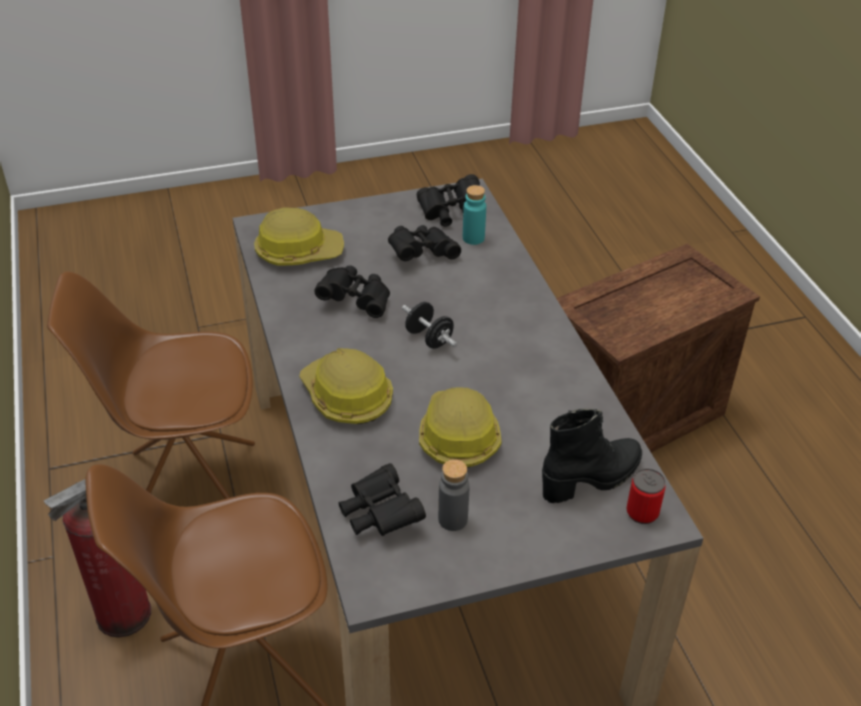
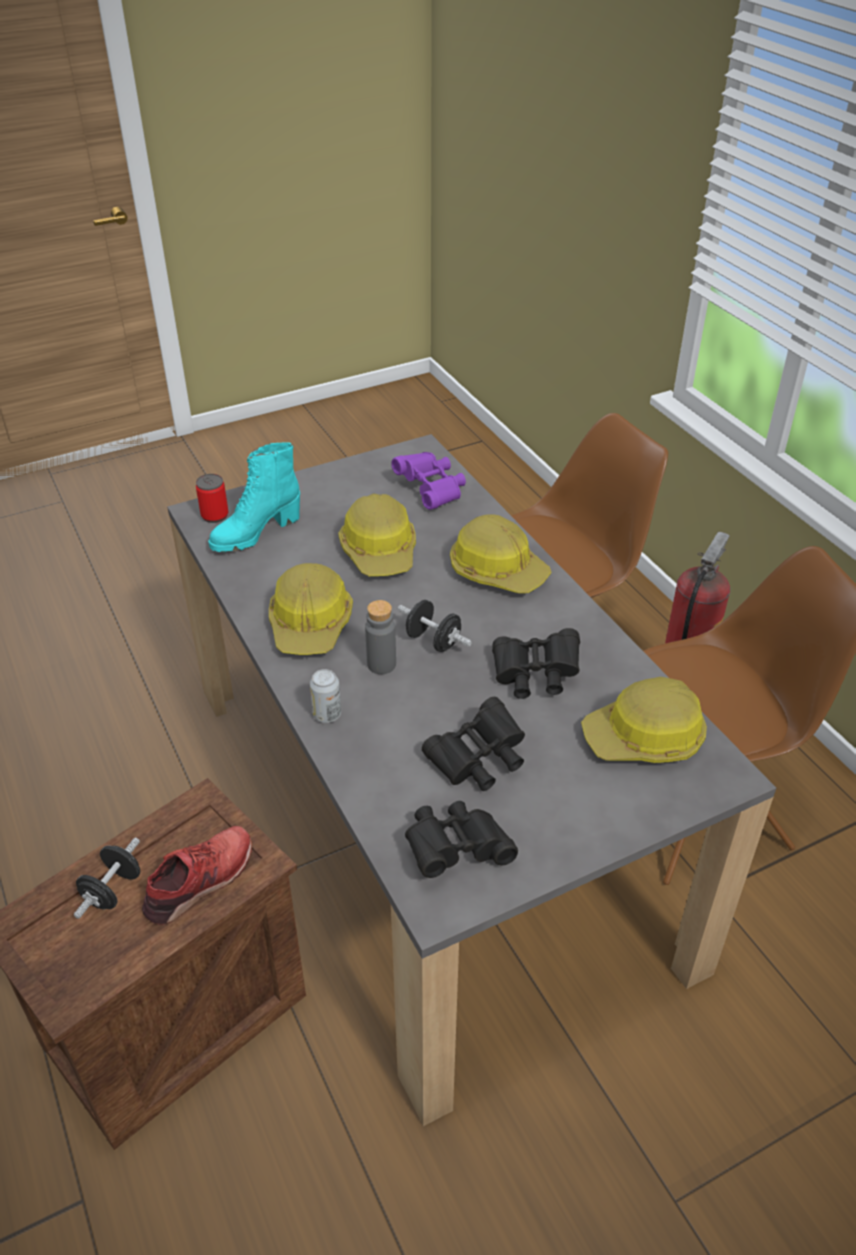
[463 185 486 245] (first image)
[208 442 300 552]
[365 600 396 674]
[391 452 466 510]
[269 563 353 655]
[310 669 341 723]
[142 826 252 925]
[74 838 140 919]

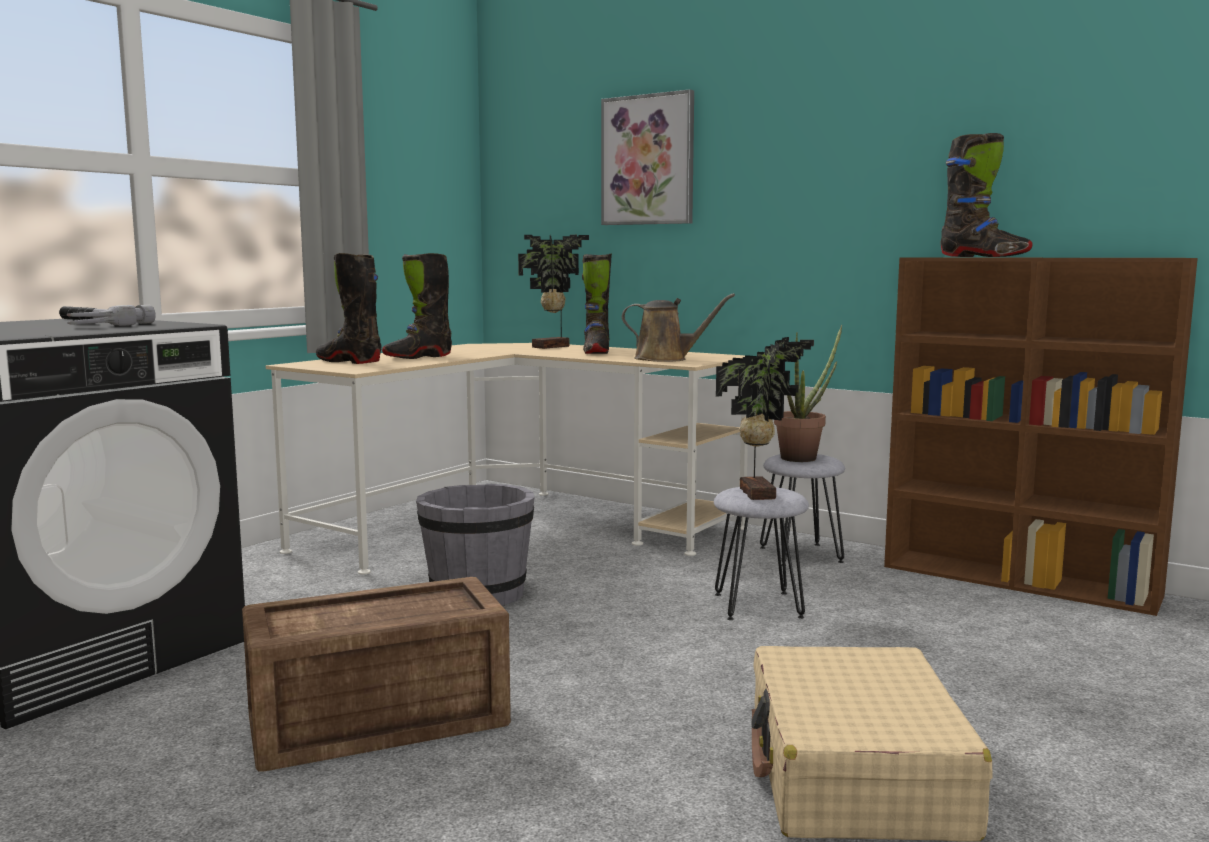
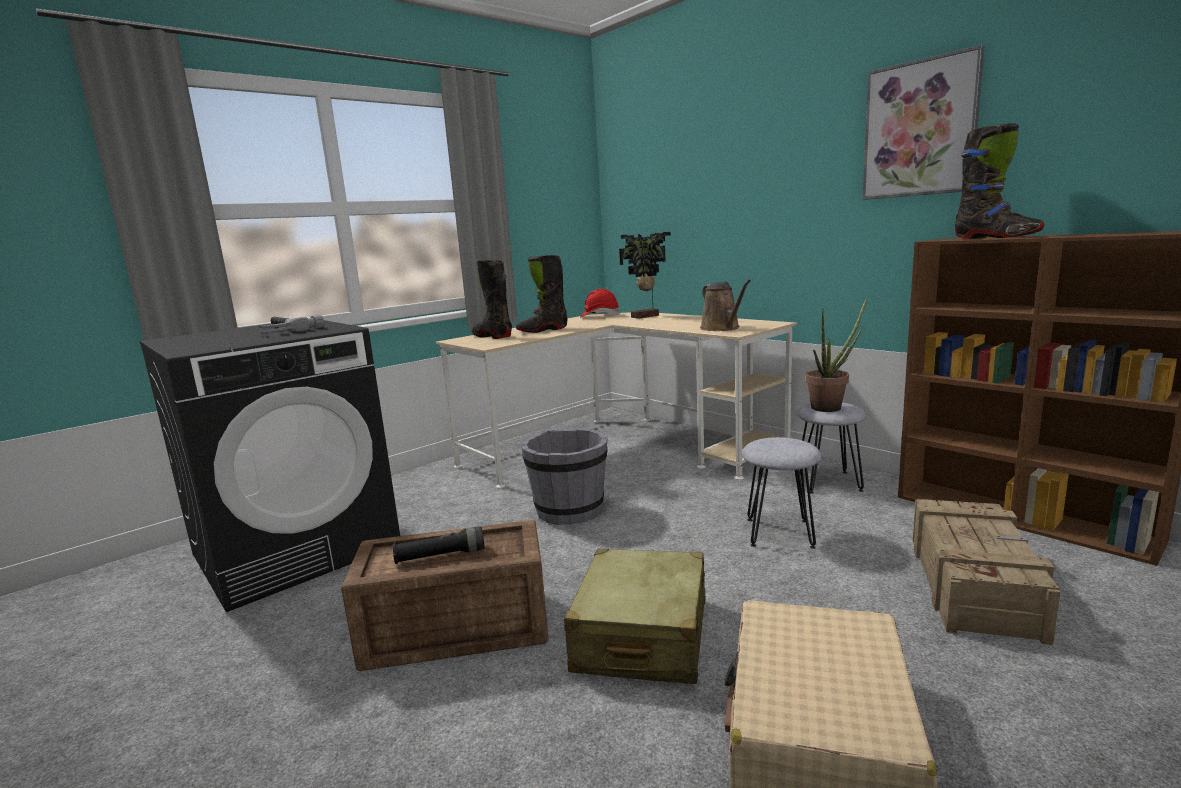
[862 45 985 200]
[582 253 612 354] (first image)
[700 280 751 331]
[716 337 814 500] (first image)
[580 289 620 318]
[912 499 1060 645]
[393 526 485 564]
[564 548 706 684]

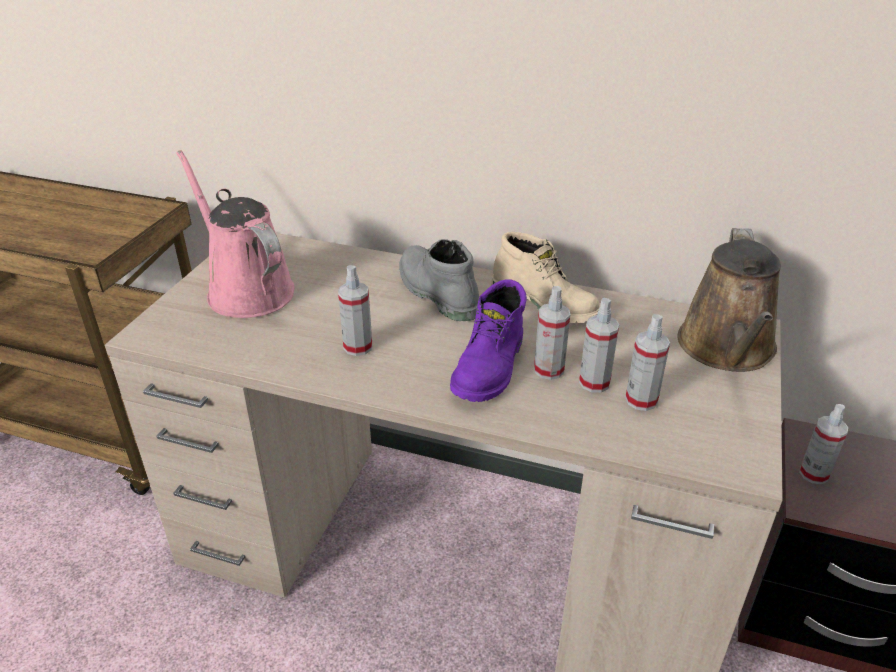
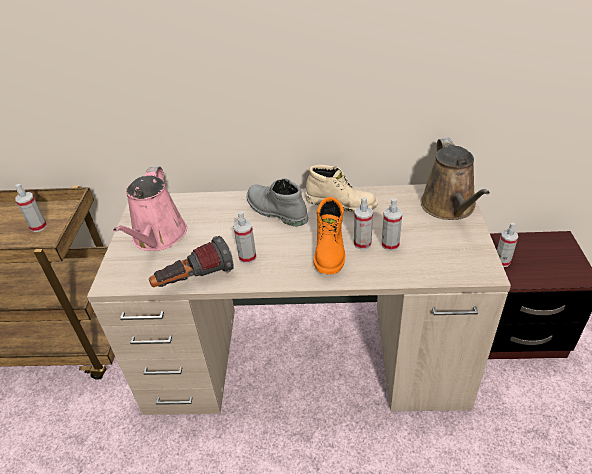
[113 166 187 251]
[313 197 345 274]
[15 184 47 232]
[149 236 234 287]

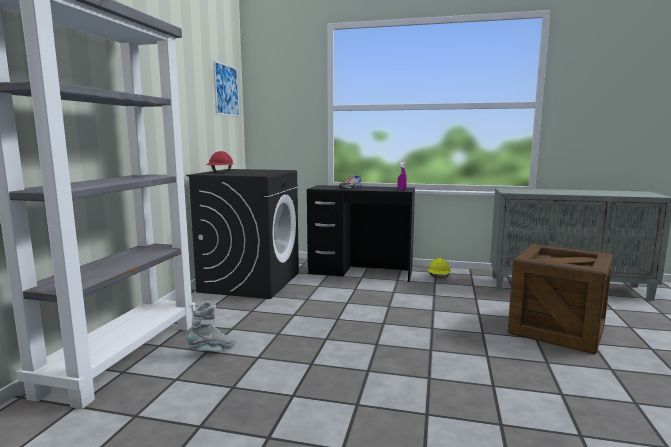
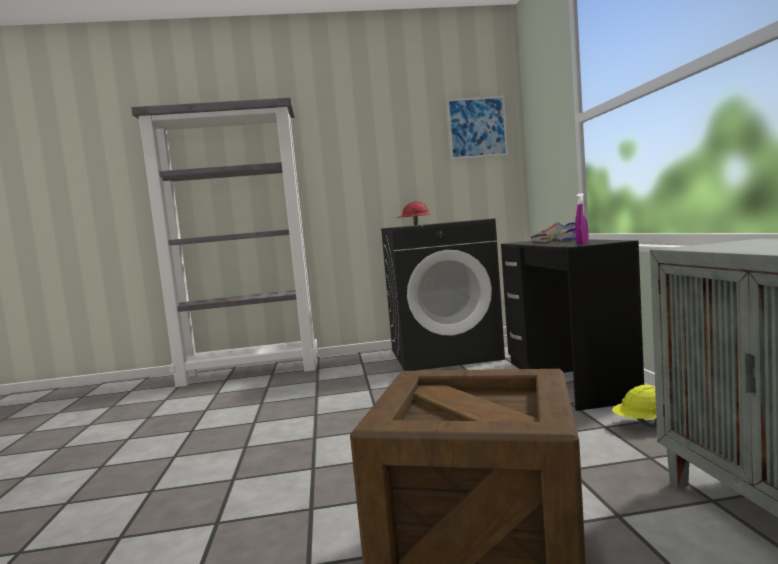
[187 301 237 351] (first image)

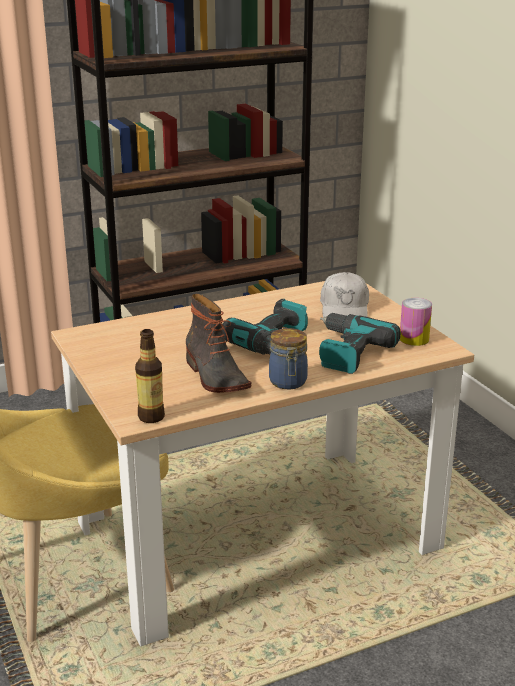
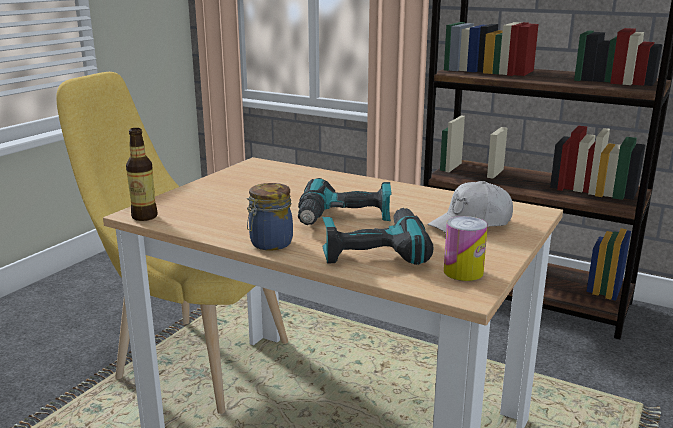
[186 294 251 393] (first image)

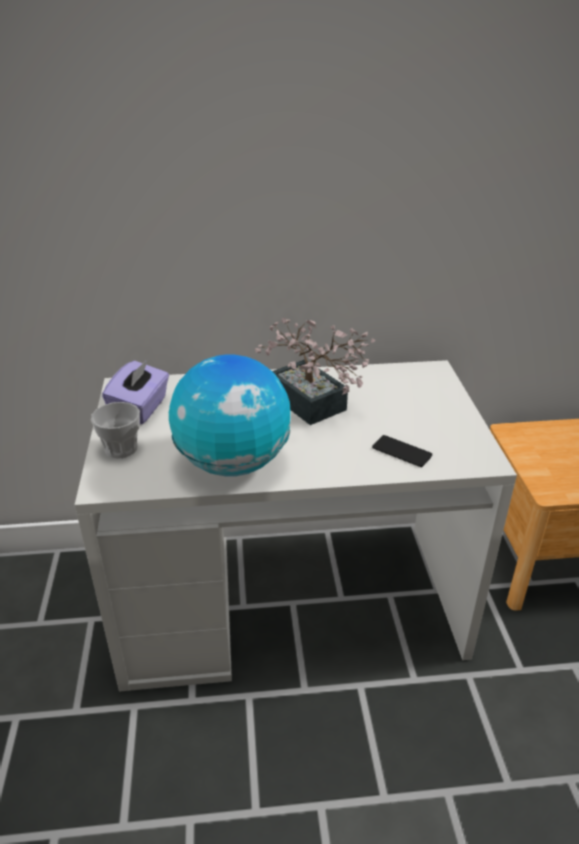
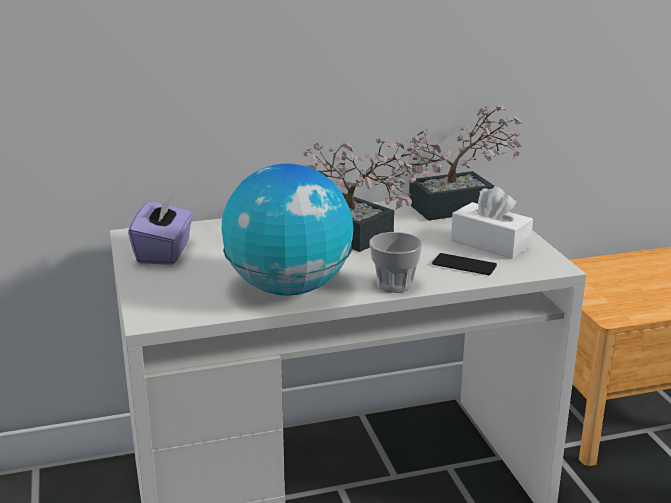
[370 232 423 293]
[398 105 522 221]
[451 186 533 259]

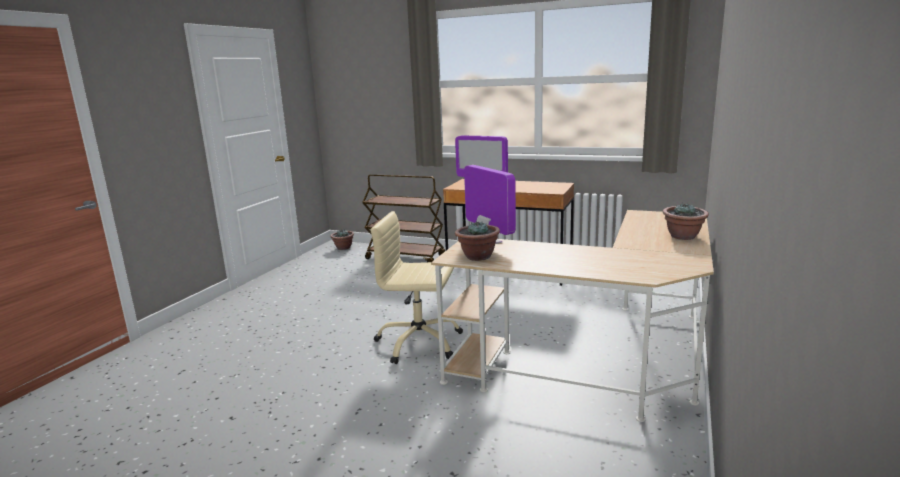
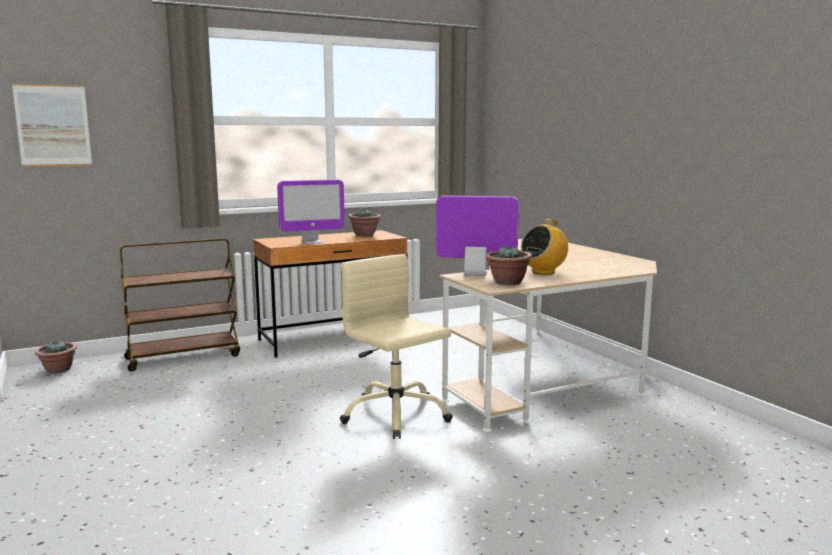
[348 209 381 236]
[340 254 453 439]
[12 83 92 167]
[521 219 568 275]

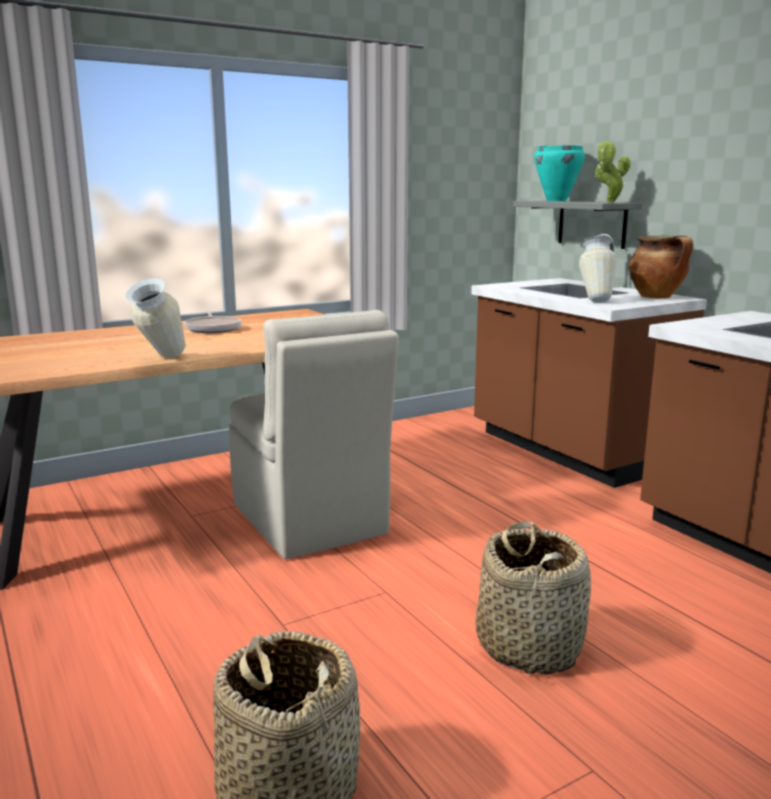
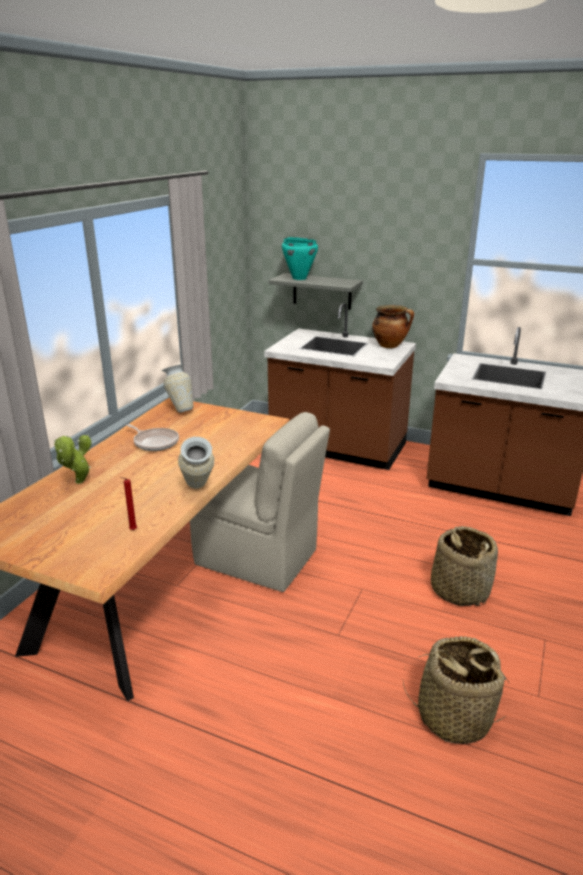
[54 434 92 484]
[162 364 193 413]
[120 477 137 530]

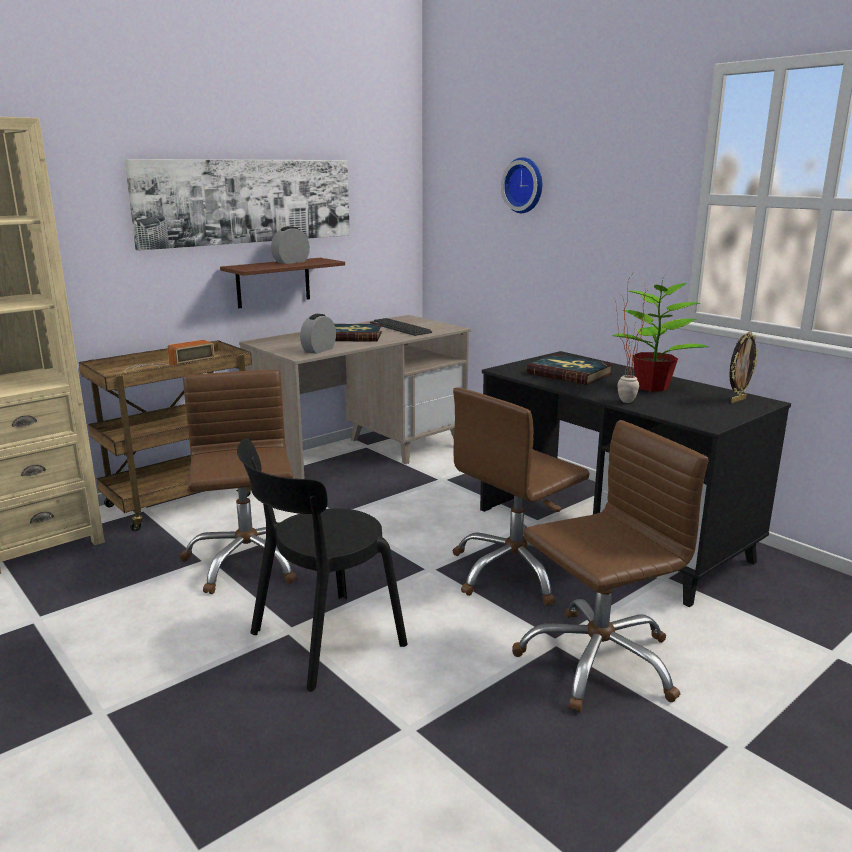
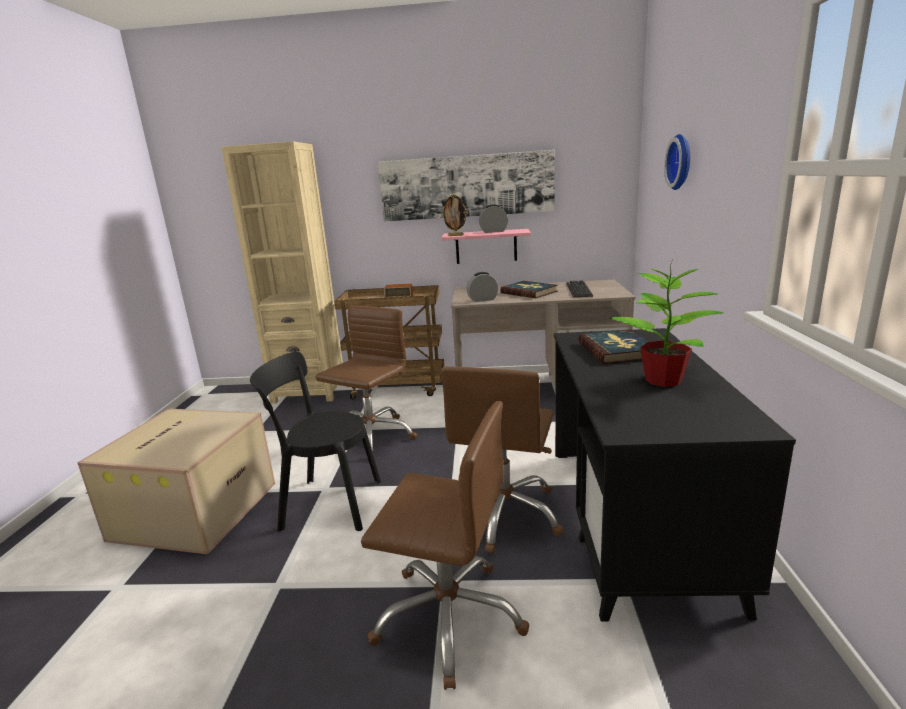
[441 229 531 264]
[614 276 648 403] (first image)
[441 193 468 236]
[441 367 564 554]
[77 409 275 554]

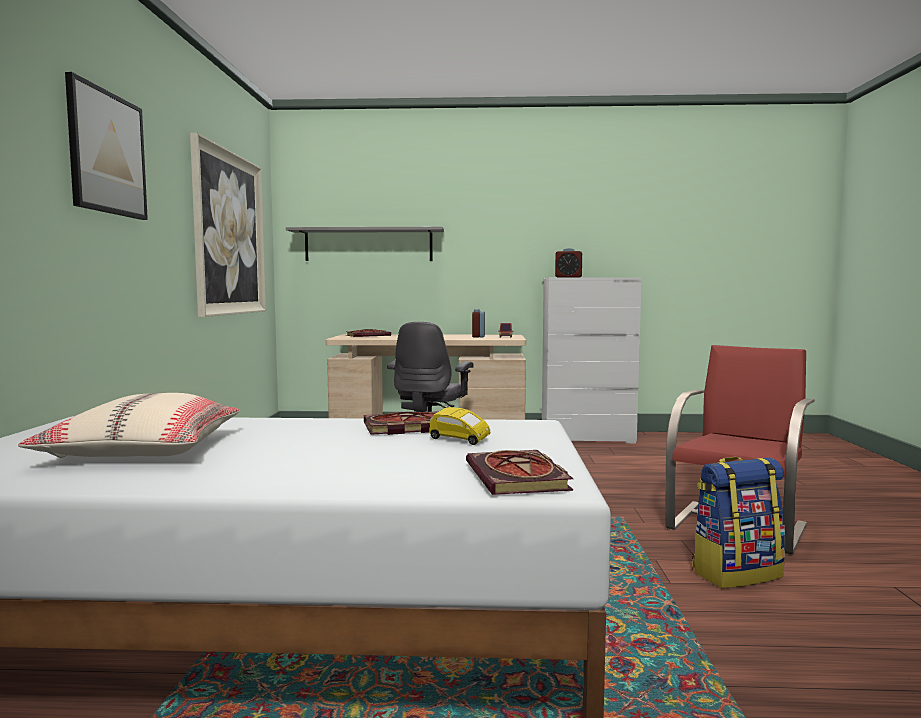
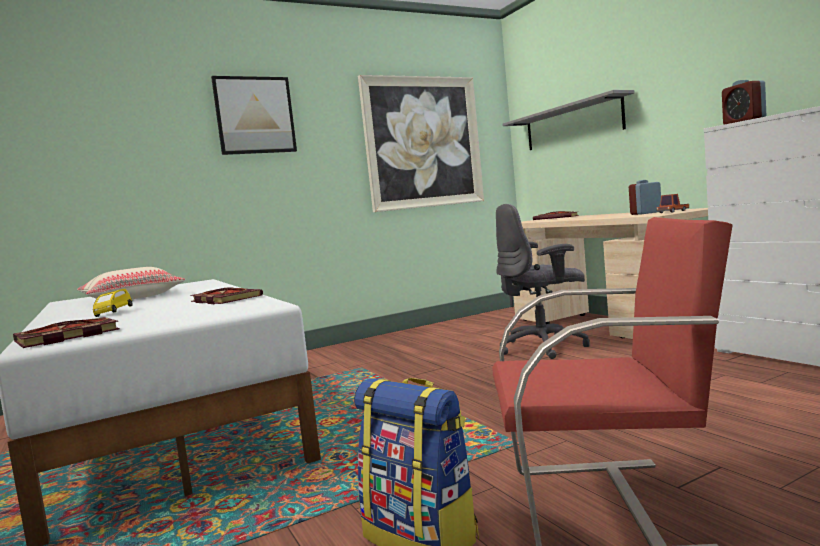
[93 289 133 317]

